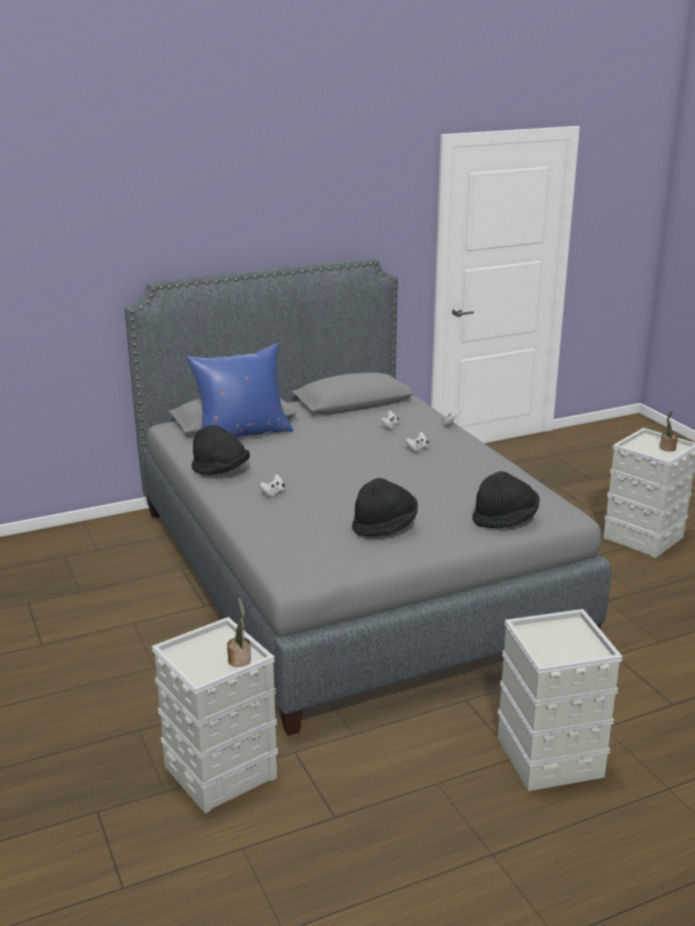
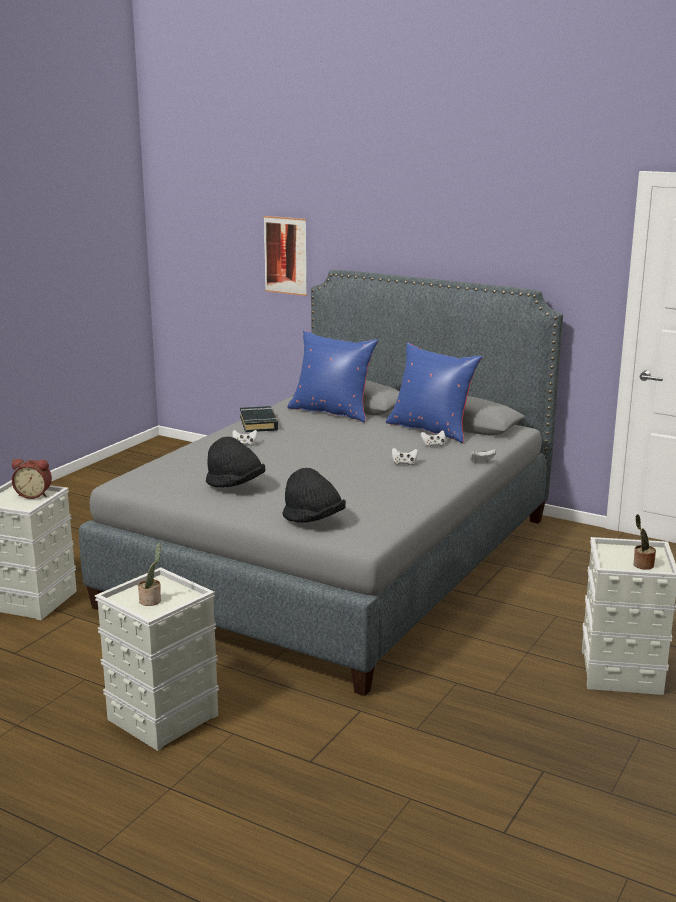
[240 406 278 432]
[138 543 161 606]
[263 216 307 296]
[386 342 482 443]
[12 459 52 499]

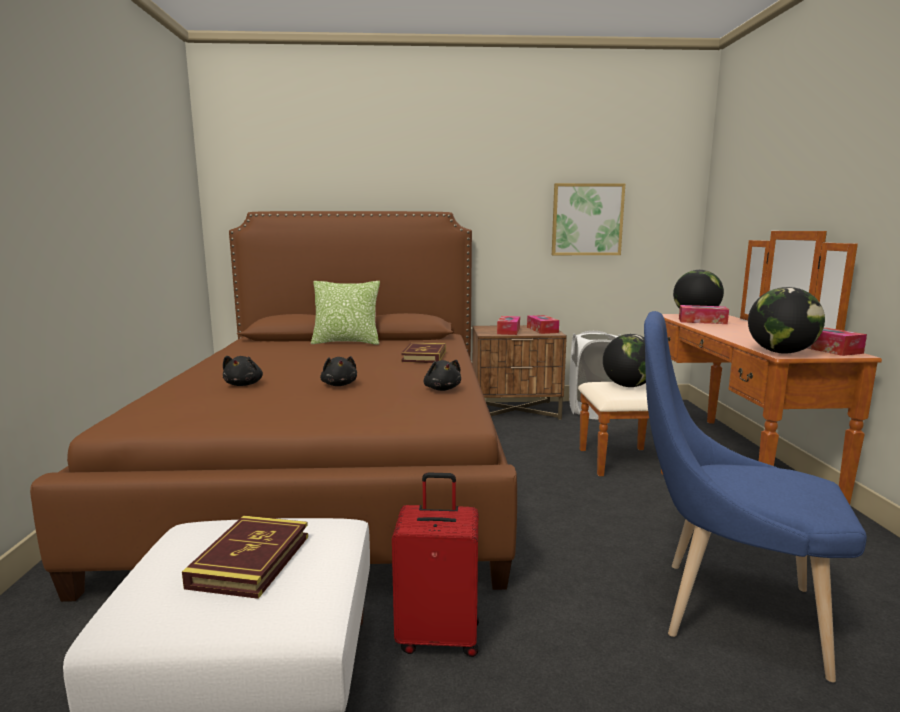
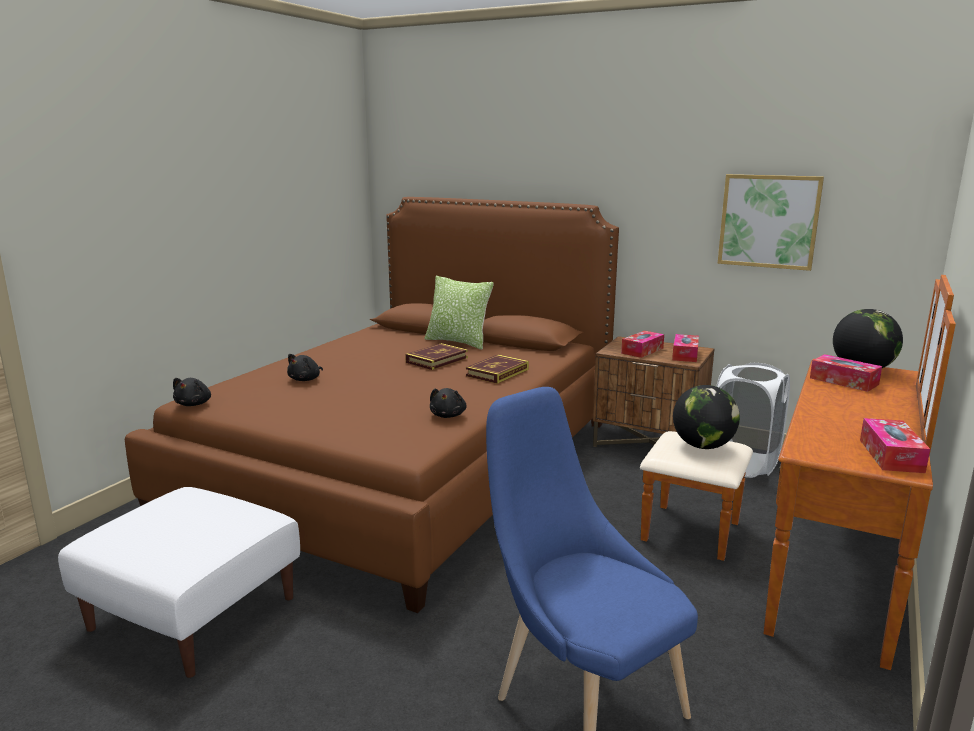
[748 287 825 354] (first image)
[173 378 211 406]
[392 473 479 657] (first image)
[405 343 468 370]

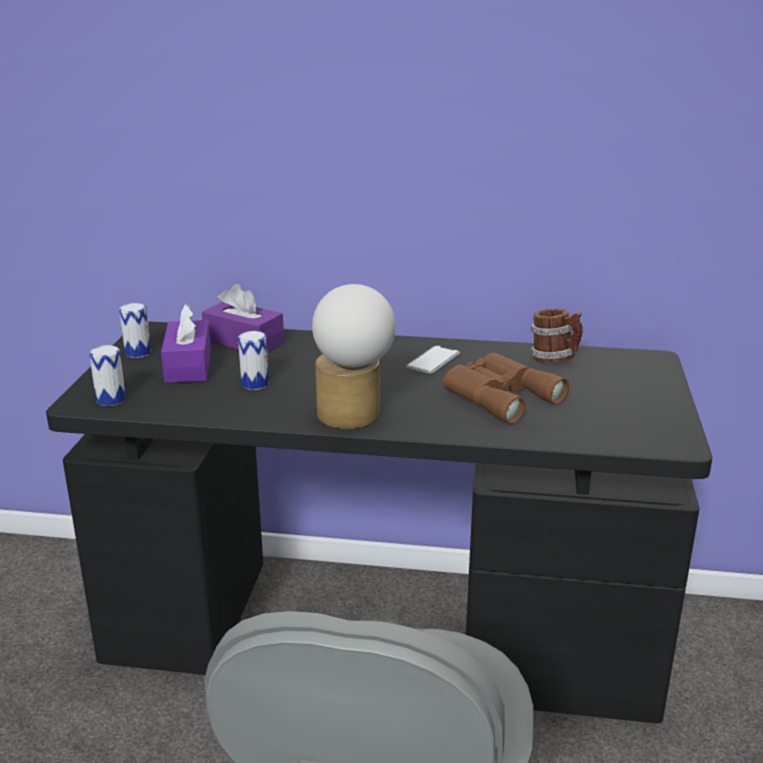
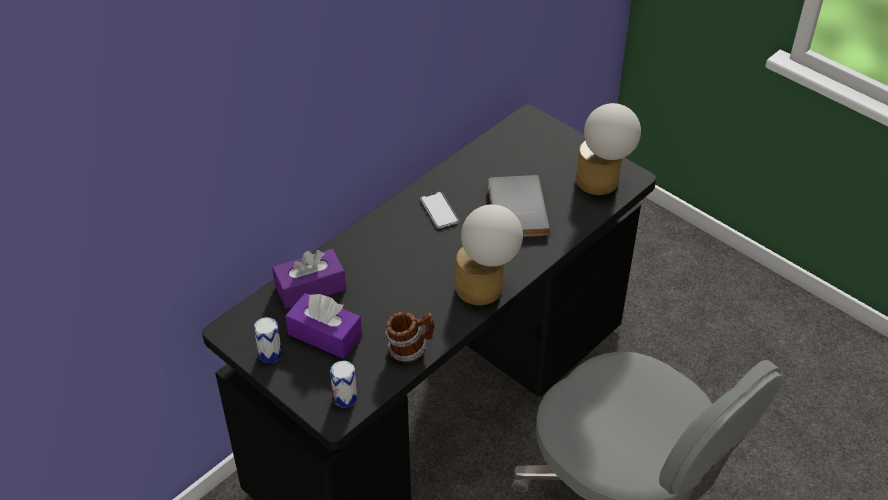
[385 312 435 363]
[238 331 269 390] (first image)
[488 175 550 237]
[576 103 641 195]

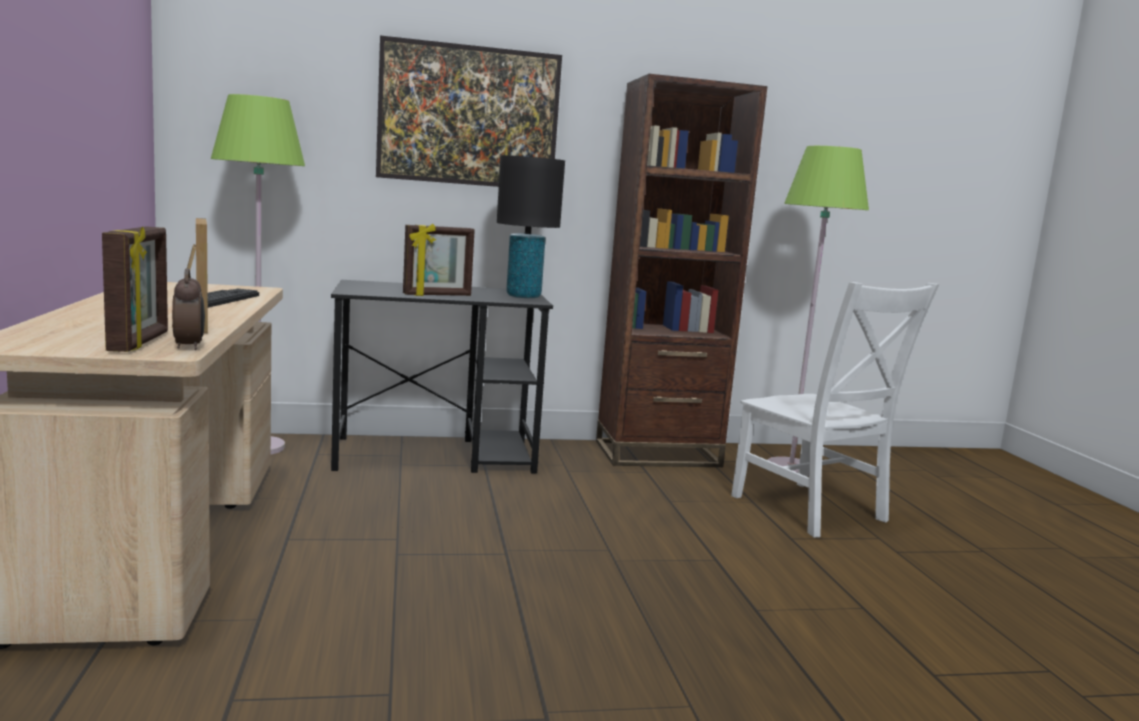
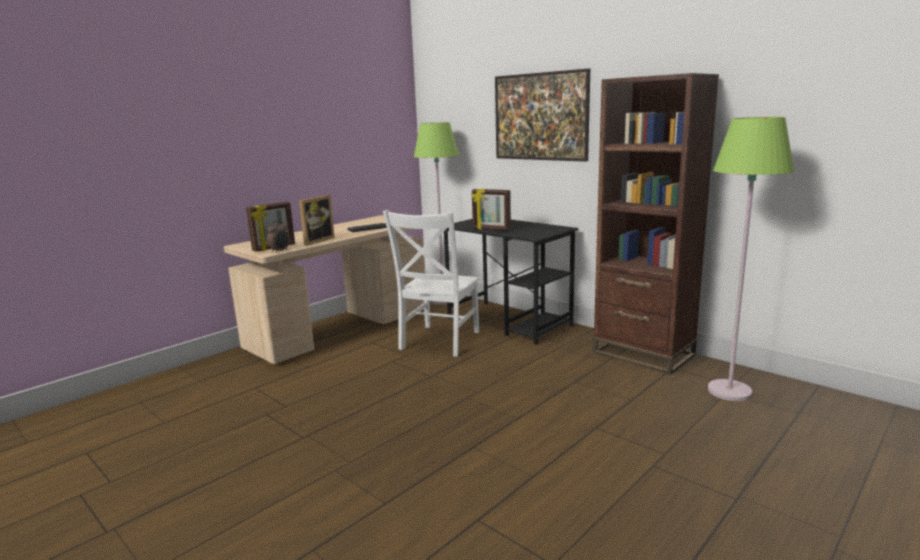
[497 155 565 298] (first image)
[383 210 479 357]

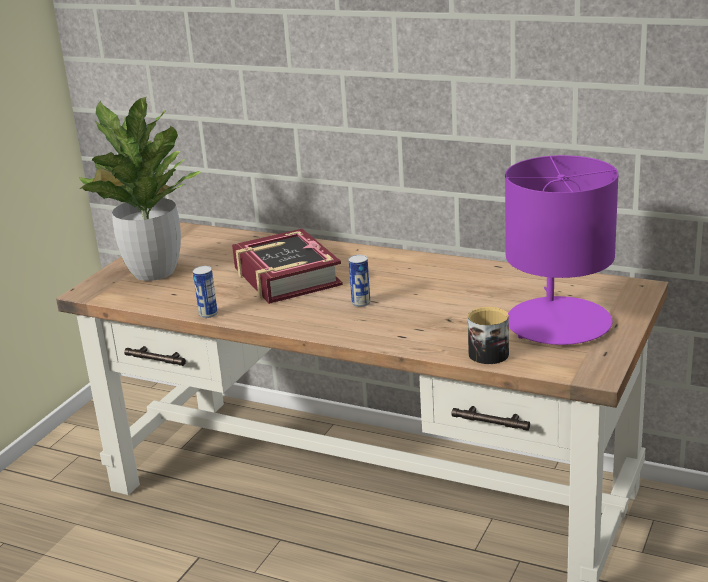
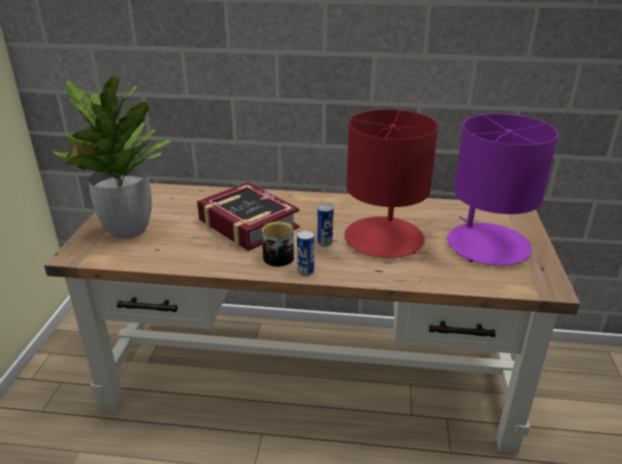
[297 230 314 276]
[262 222 294 267]
[345 109 438 258]

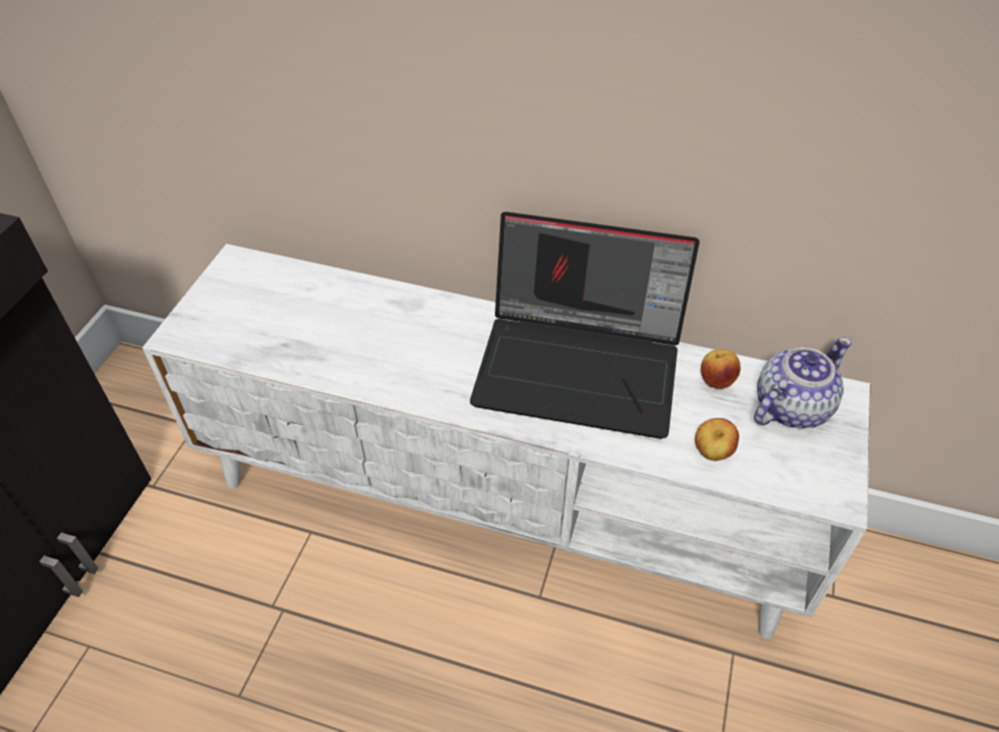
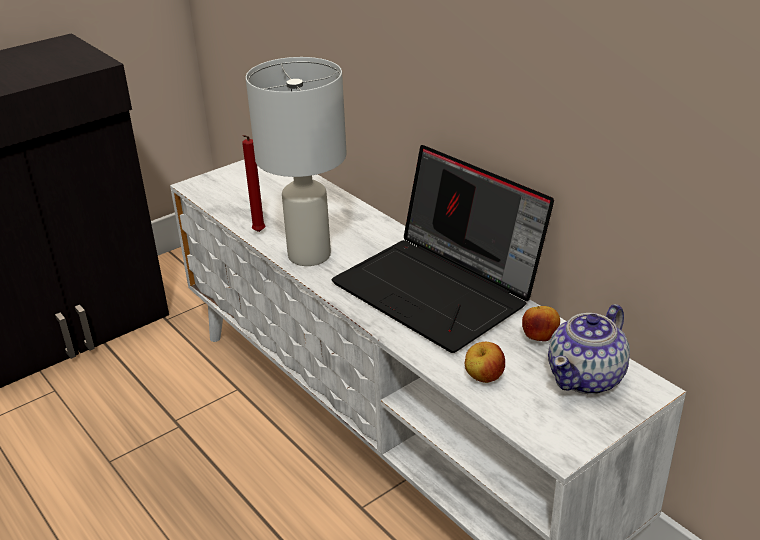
[548 304 630 394]
[246 57 347 266]
[242 135 265 232]

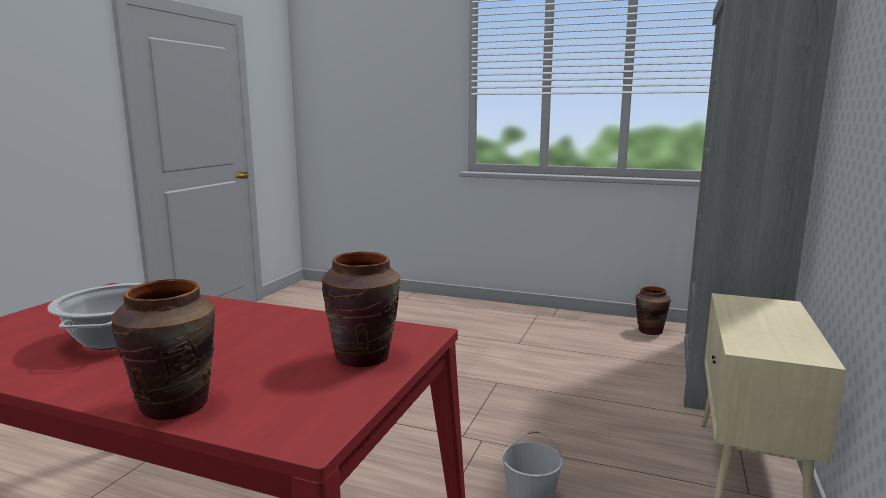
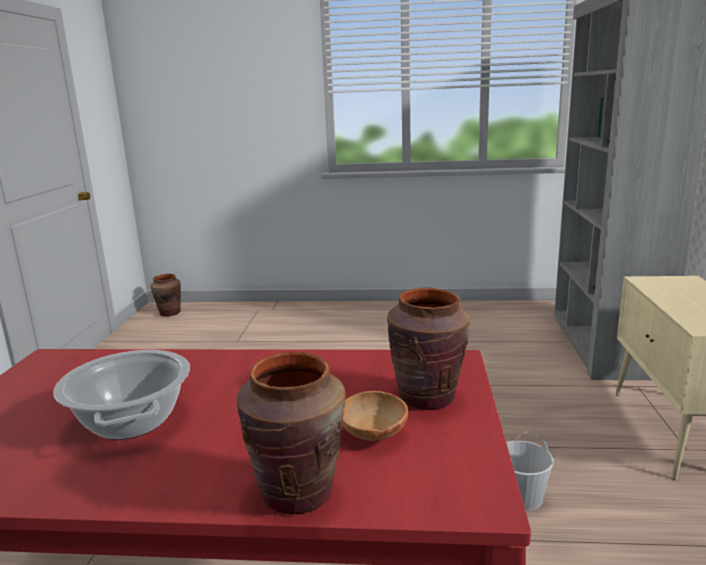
[150 274 181 317]
[342 391 408 441]

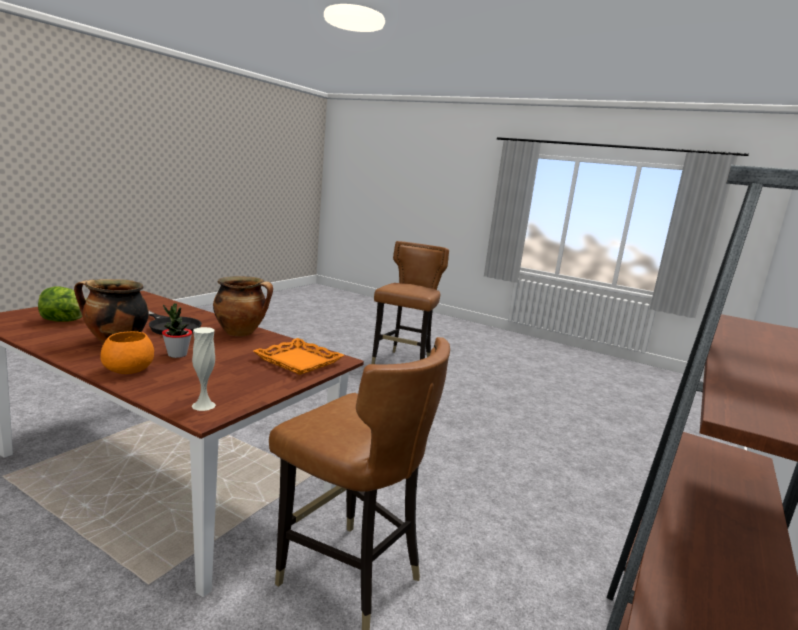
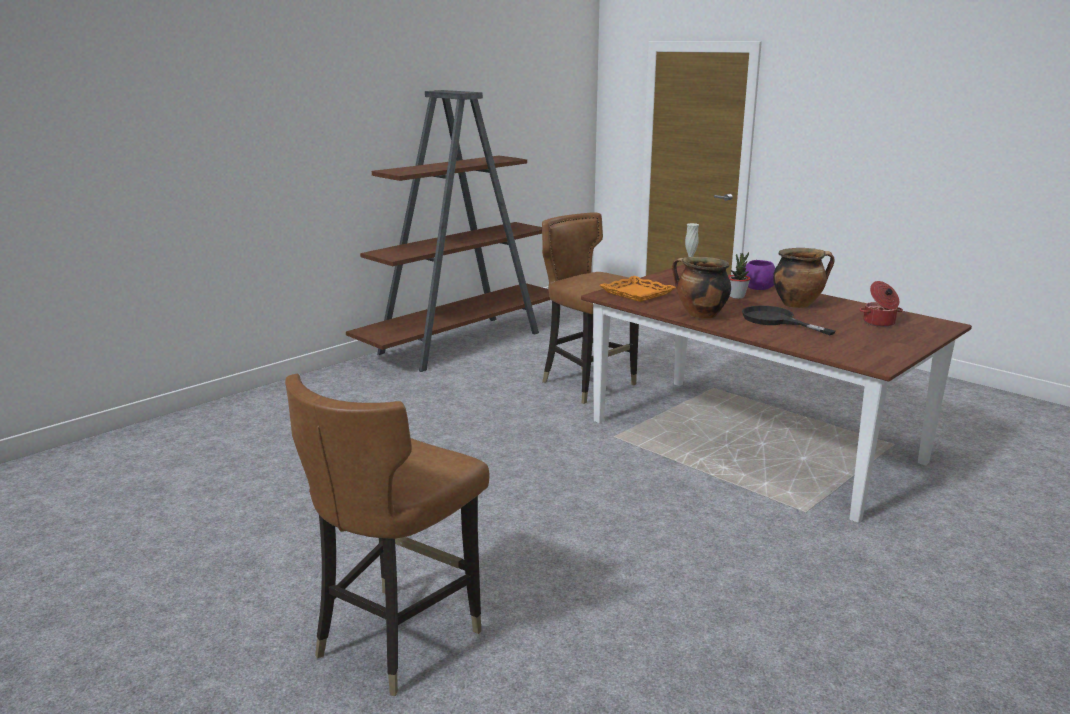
[859 281 903 327]
[745 260 776 290]

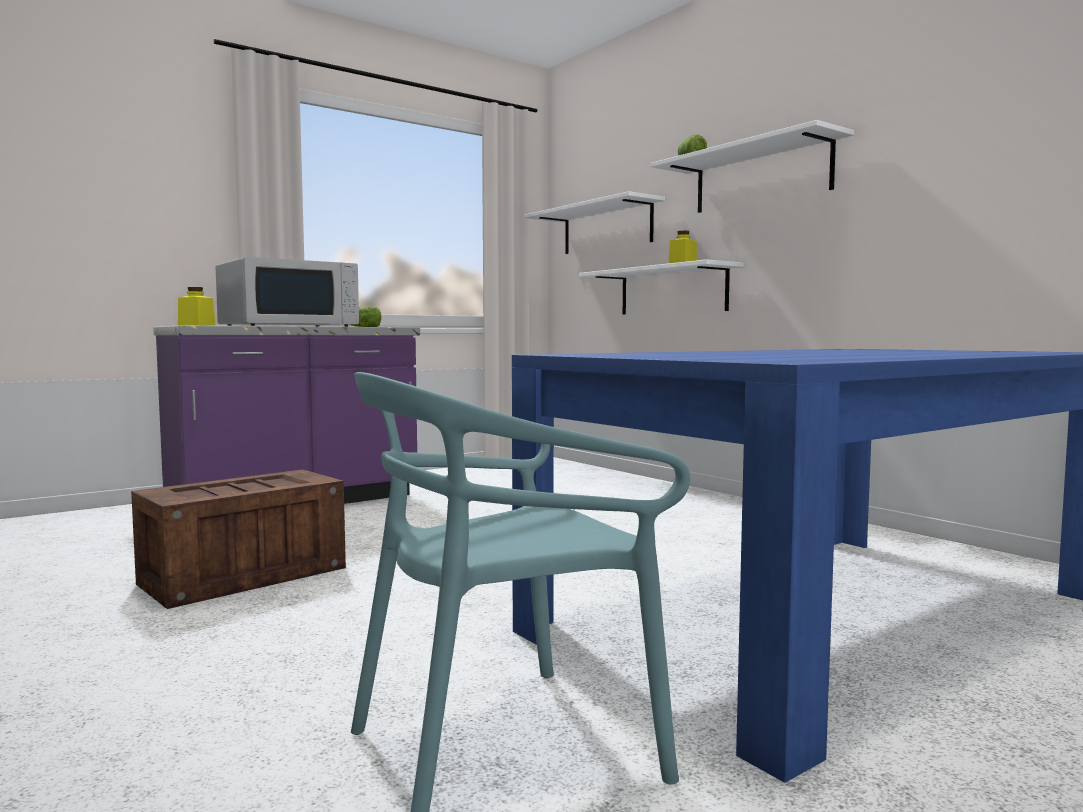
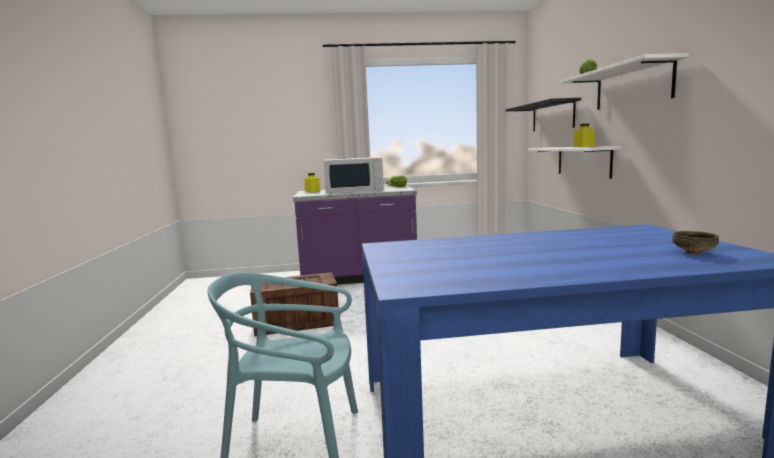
[505 98 581 131]
[672 231 719 254]

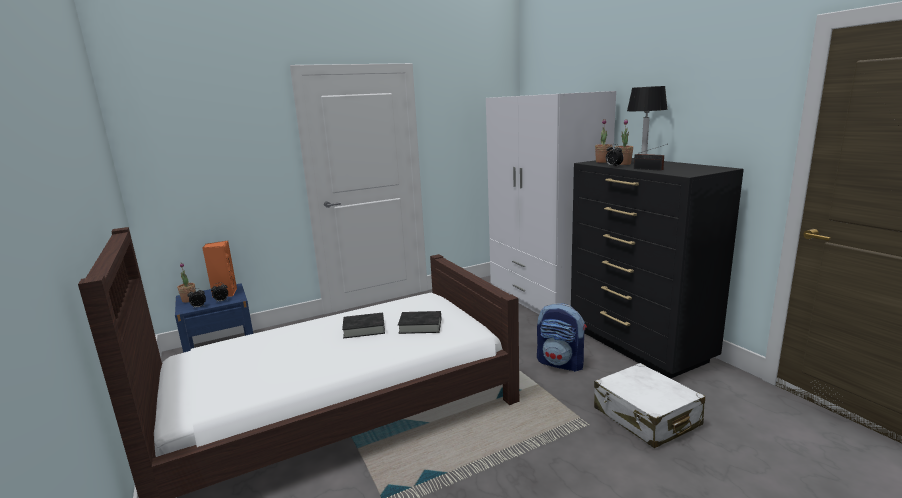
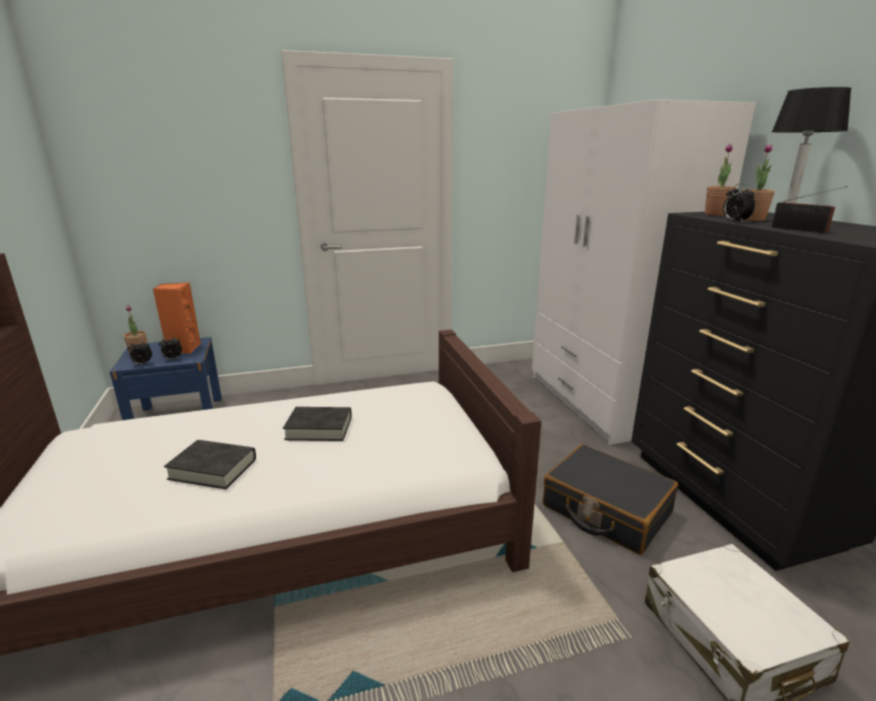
[543 444 678 555]
[164 440 256 489]

